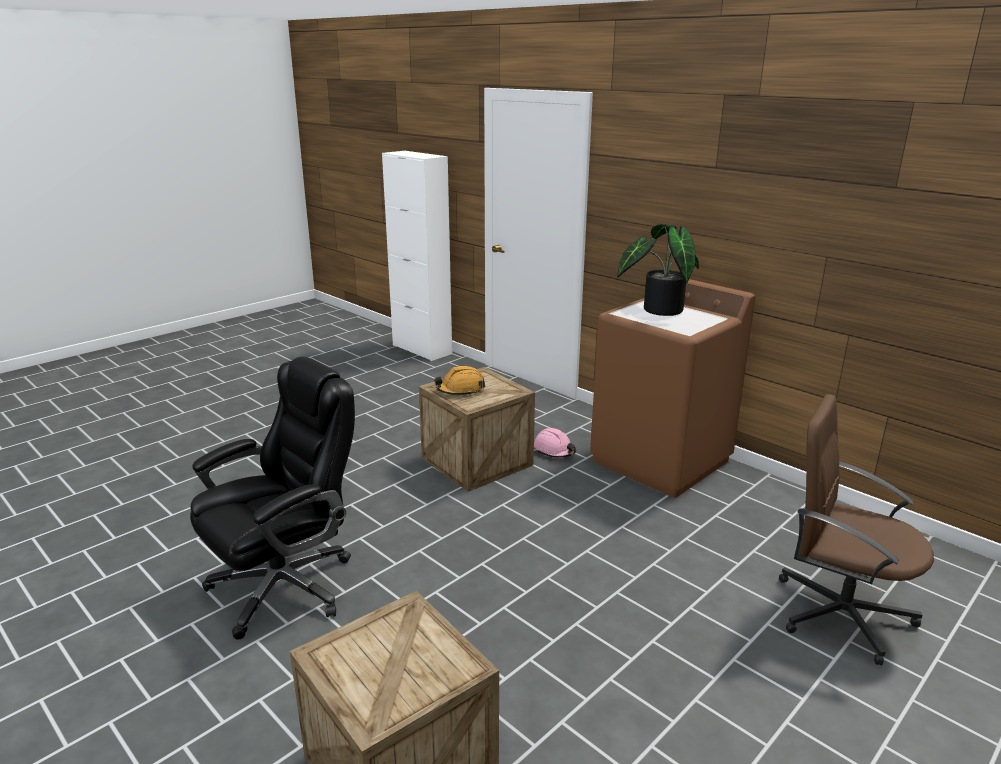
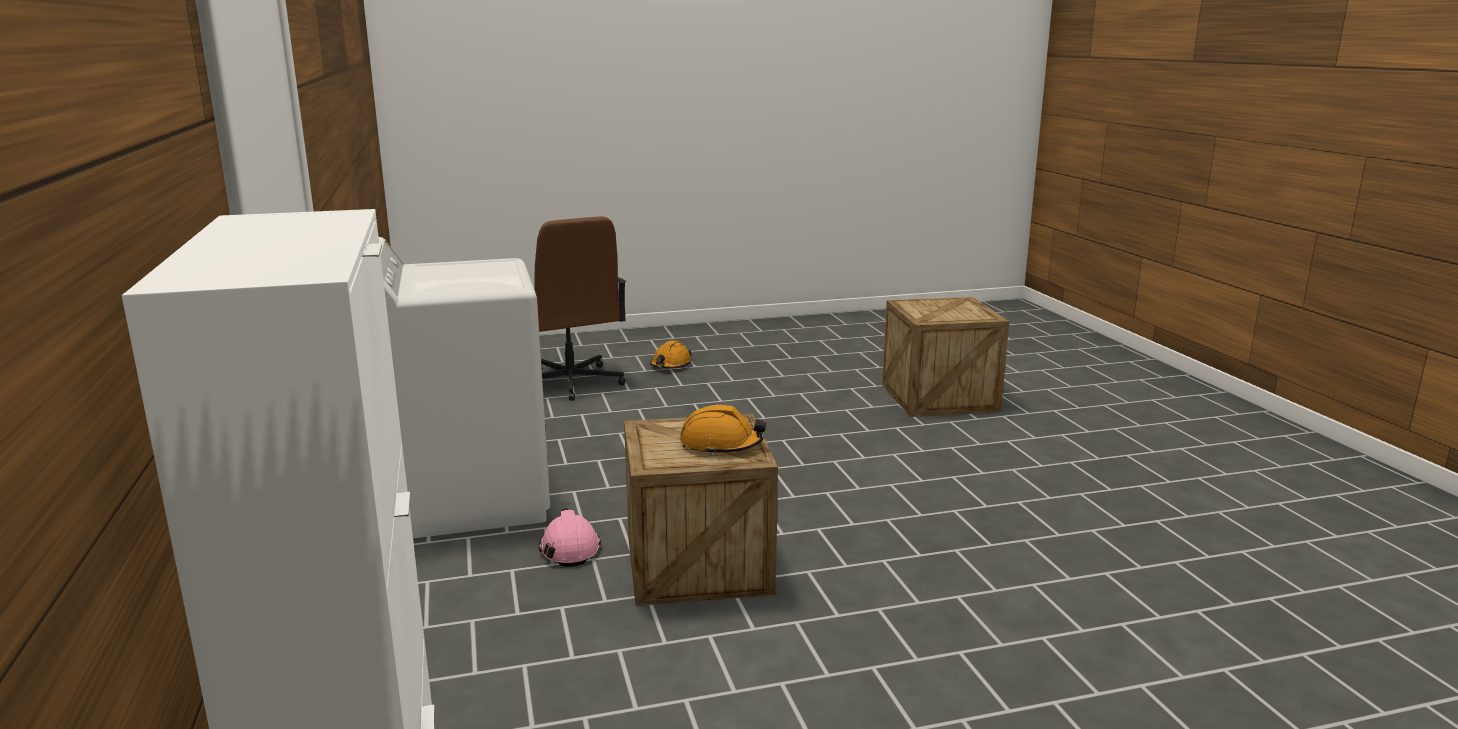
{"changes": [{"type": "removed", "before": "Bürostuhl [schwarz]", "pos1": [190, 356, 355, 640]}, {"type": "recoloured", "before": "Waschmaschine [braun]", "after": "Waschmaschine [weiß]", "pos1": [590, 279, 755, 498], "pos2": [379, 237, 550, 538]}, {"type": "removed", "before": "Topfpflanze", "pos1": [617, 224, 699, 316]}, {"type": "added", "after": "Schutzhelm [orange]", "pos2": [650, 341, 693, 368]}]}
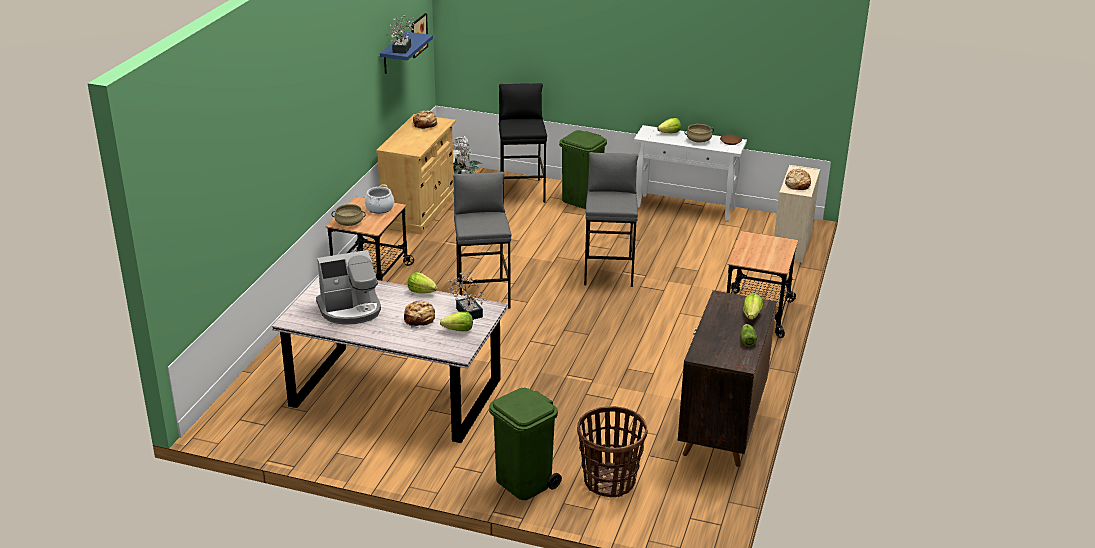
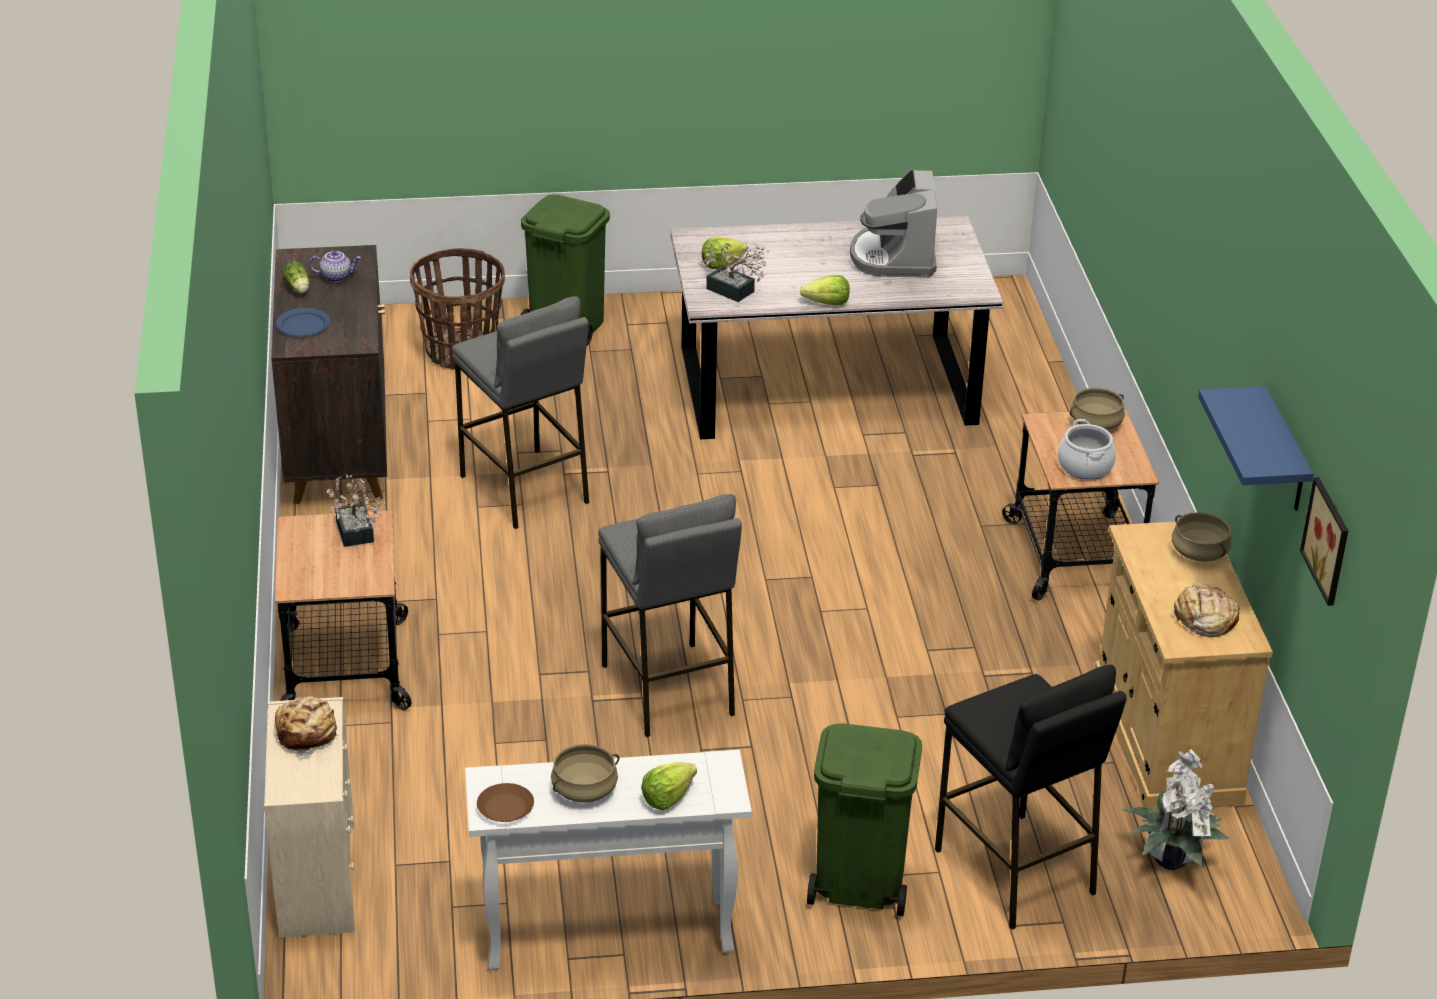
{"changes": [{"type": "turned", "before": "Kaffeemaschine", "pos1": [316, 250, 381, 325], "pos2": [850, 169, 937, 278], "turn": -45}, {"type": "moved", "before": "Topfpflanze", "pos1": [390, 15, 415, 54], "pos2": [326, 474, 385, 547]}, {"type": "removed", "before": "Brot", "pos1": [404, 301, 435, 329]}, {"type": "moved", "before": "Hocker [grau]", "pos1": [453, 172, 511, 309], "pos2": [452, 296, 589, 529]}, {"type": "replaced", "before": "Salatkopf", "after": "Teller [blau]", "pos1": [743, 294, 763, 320], "pos2": [276, 308, 330, 336]}, {"type": "added", "after": "Teekanne", "pos2": [309, 250, 361, 282]}, {"type": "added", "after": "Kochtopf [beige]", "pos2": [1172, 512, 1232, 562]}]}
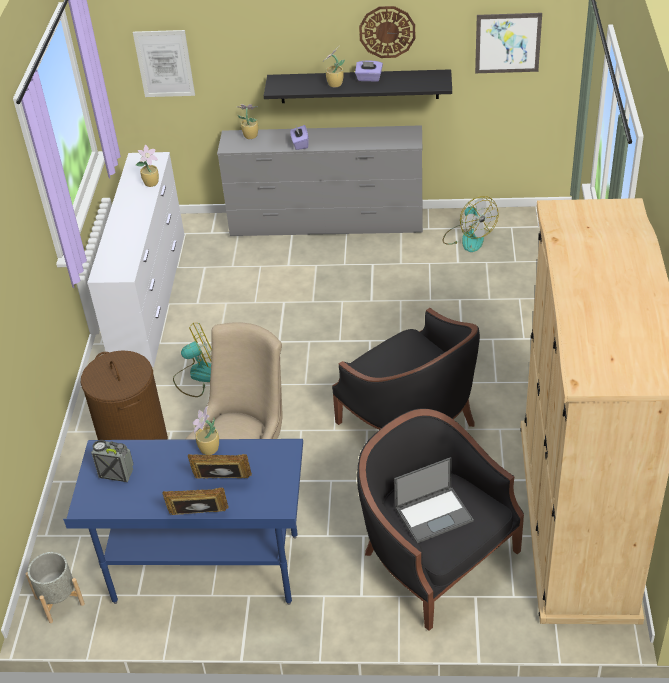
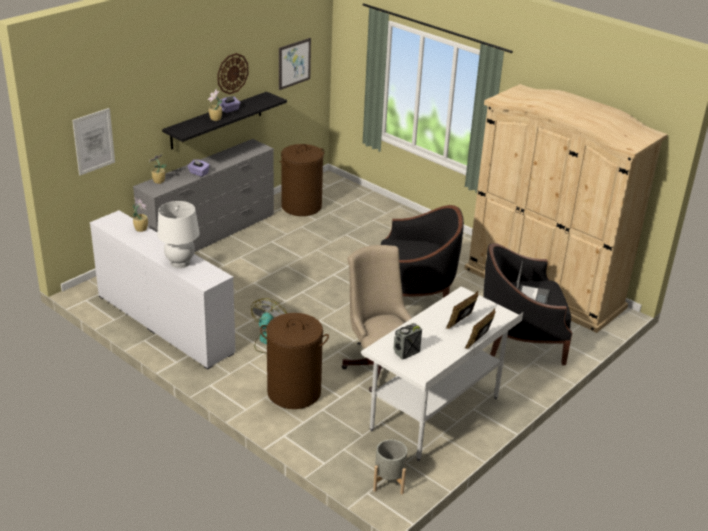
{"changes": [{"type": "recoloured", "before": "Schreibtisch [blau]", "after": "Schreibtisch [weiß]", "pos1": [63, 439, 303, 605], "pos2": [361, 287, 523, 461]}, {"type": "removed", "before": "Topfpflanze", "pos1": [192, 406, 219, 455]}, {"type": "replaced", "before": "Ventilator", "after": "Wäschekorb [braun]", "pos1": [443, 196, 499, 252], "pos2": [279, 144, 324, 216]}, {"type": "added", "after": "Tischlampe [weiß]", "pos2": [157, 201, 199, 268]}]}
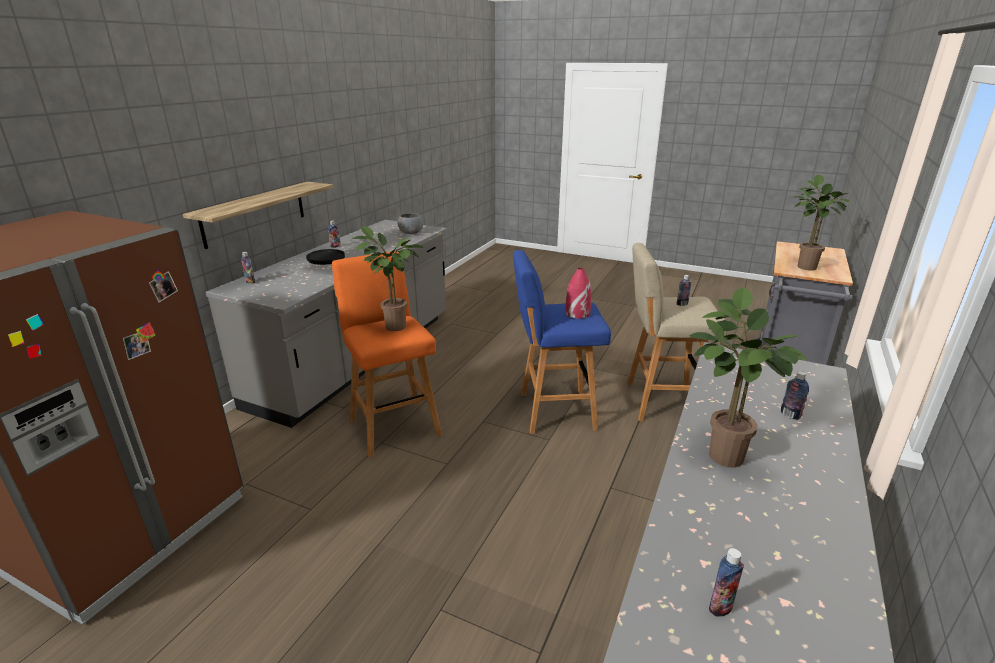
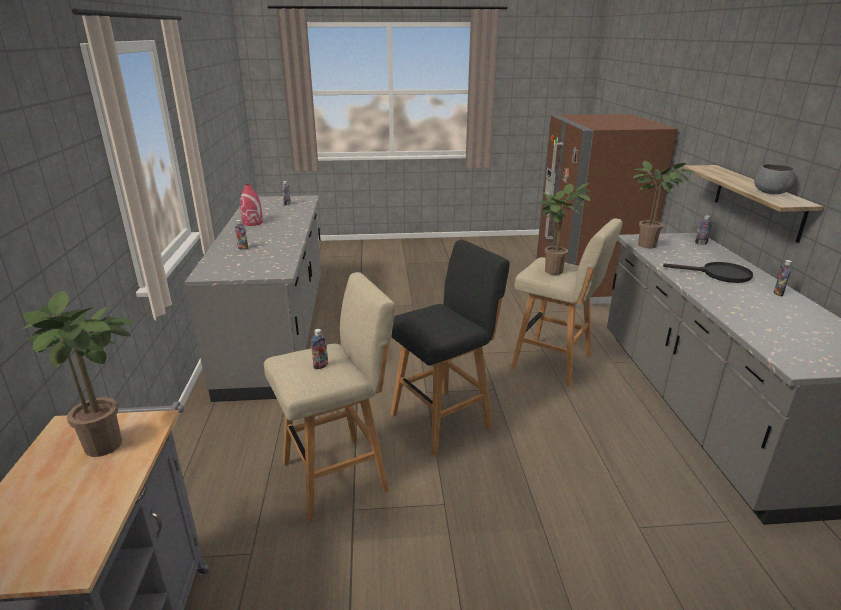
{"changes": [{"type": "recoloured", "before": "Hocker [orange]", "after": "Hocker [beige]", "pos1": [332, 251, 442, 457], "pos2": [511, 218, 622, 387]}, {"type": "moved", "before": "Schüssel [grau]", "pos1": [397, 213, 423, 234], "pos2": [754, 164, 796, 194]}, {"type": "recoloured", "before": "Hocker [blau]", "after": "Hocker [schwarz]", "pos1": [513, 250, 611, 434], "pos2": [390, 240, 510, 457]}, {"type": "moved", "before": "Vase [rot]", "pos1": [565, 268, 592, 319], "pos2": [240, 184, 263, 226]}, {"type": "moved", "before": "Topfpflanze", "pos1": [689, 287, 807, 468], "pos2": [633, 161, 694, 248]}]}
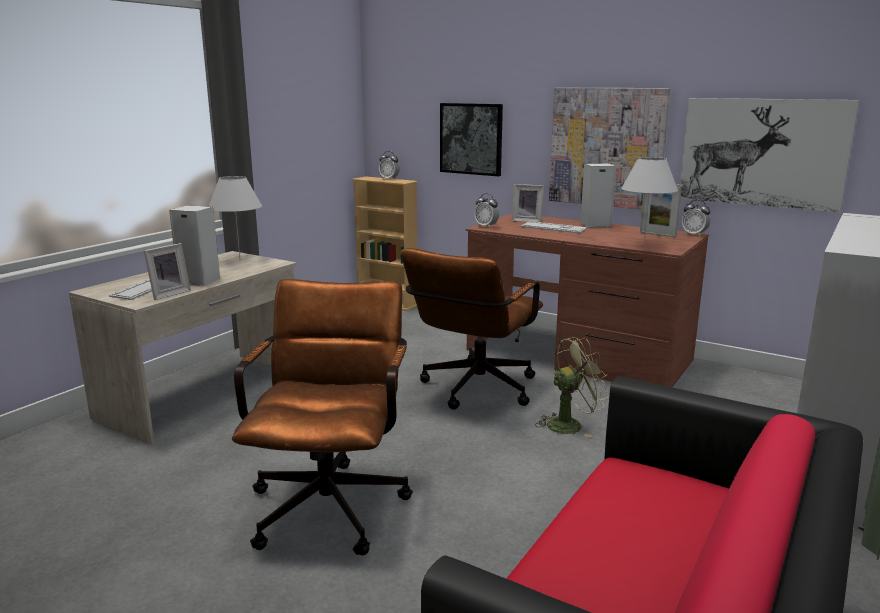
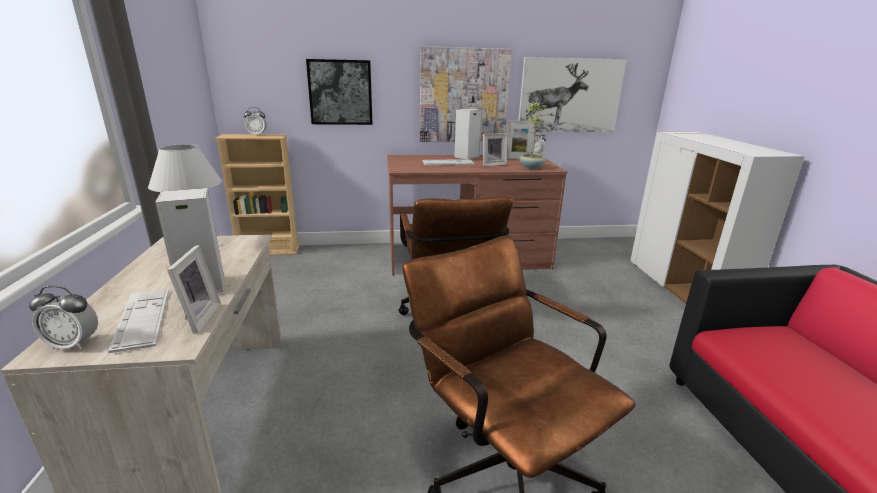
{"changes": [{"type": "moved", "before": "Wecker", "pos1": [474, 193, 499, 228], "pos2": [29, 286, 98, 350]}, {"type": "moved", "before": "Bilderrahmen", "pos1": [512, 184, 544, 222], "pos2": [483, 133, 507, 166]}, {"type": "removed", "before": "Ventilator [grün]", "pos1": [535, 337, 610, 438]}, {"type": "replaced", "before": "Tischlampe [weiß]", "after": "Topfpflanze", "pos1": [621, 157, 678, 245], "pos2": [520, 102, 556, 169]}]}
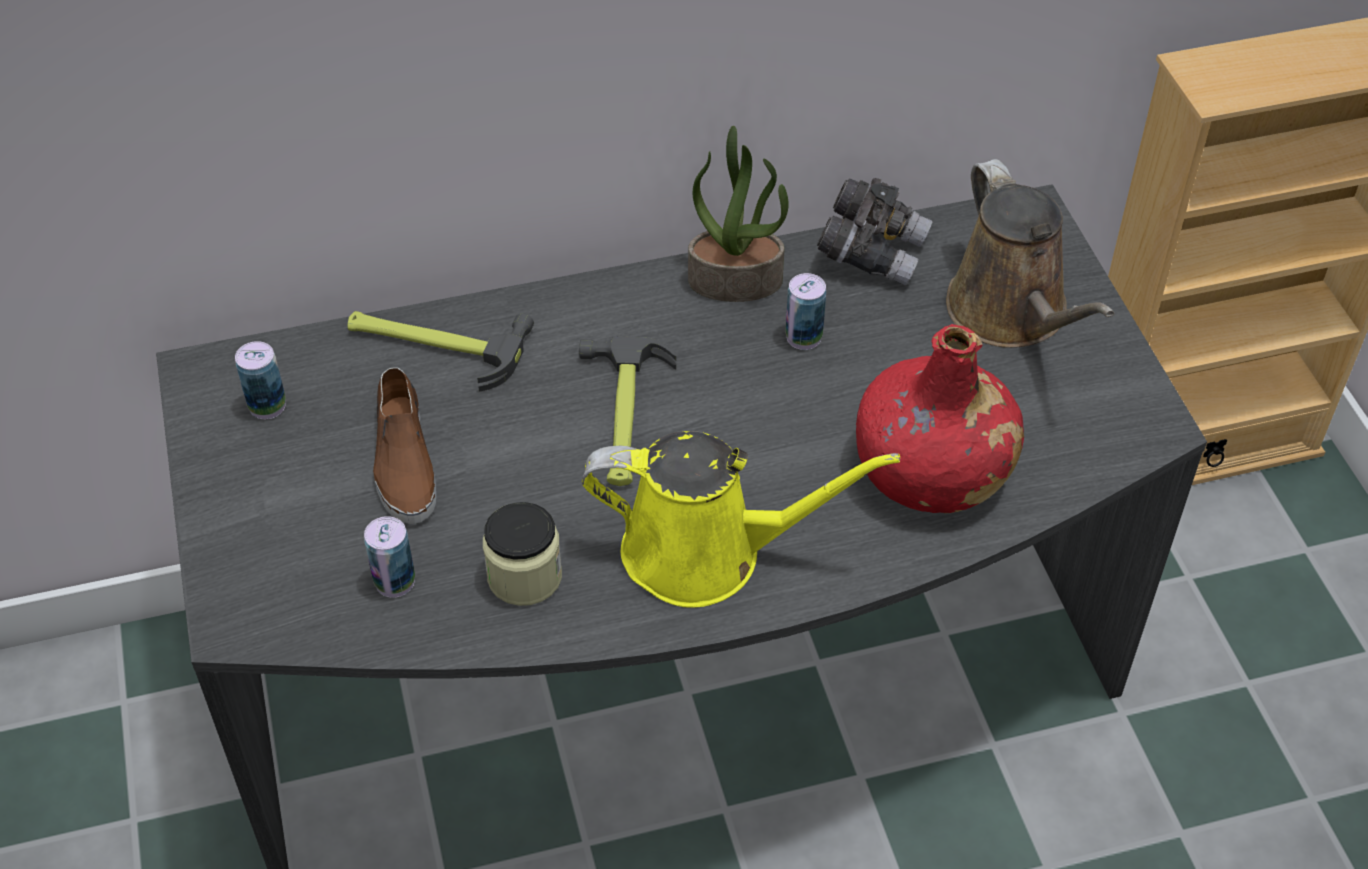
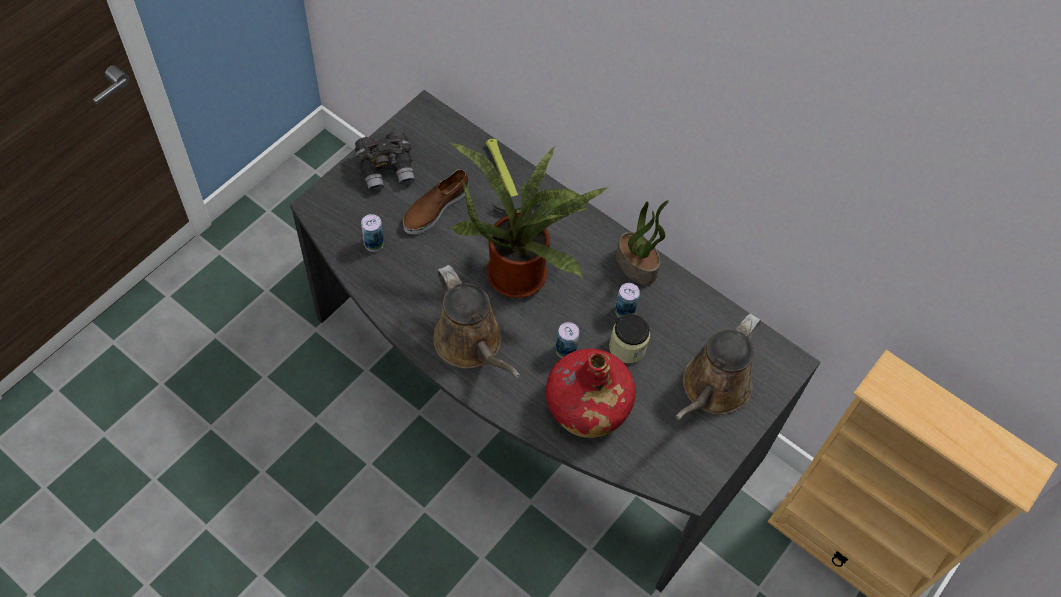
{"changes": [{"type": "moved", "before": "Dose", "pos1": [235, 341, 286, 419], "pos2": [556, 322, 579, 358]}, {"type": "moved", "before": "Vorratsglas", "pos1": [483, 502, 562, 606], "pos2": [609, 314, 650, 363]}, {"type": "replaced", "before": "Hammer", "after": "Topfpflanze", "pos1": [579, 337, 676, 486], "pos2": [450, 143, 607, 298]}, {"type": "recoloured", "before": "Gießkanne [gelb]", "after": "Gießkanne [braun]", "pos1": [582, 431, 900, 608], "pos2": [433, 265, 520, 379]}, {"type": "moved", "before": "Fernglas [grau]", "pos1": [817, 178, 933, 286], "pos2": [355, 131, 415, 191]}]}
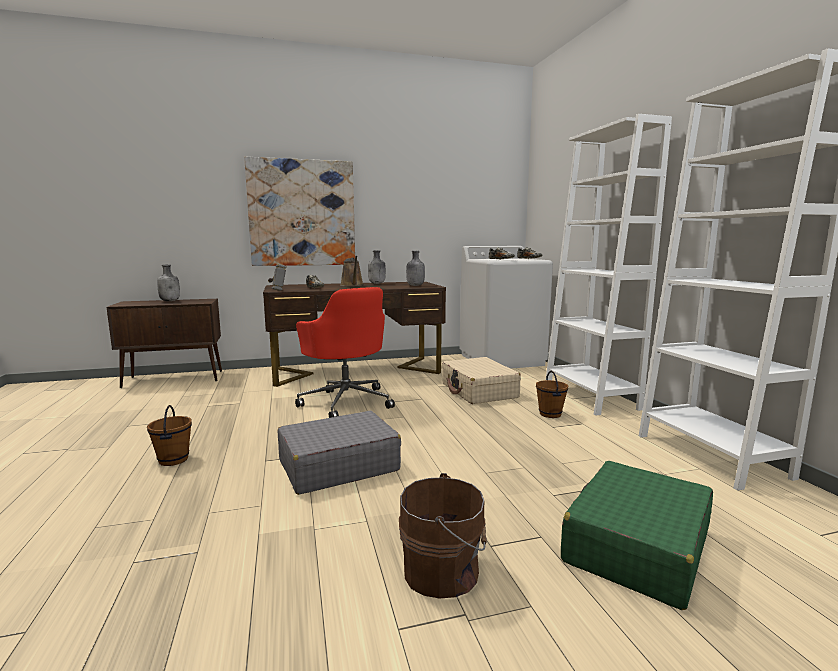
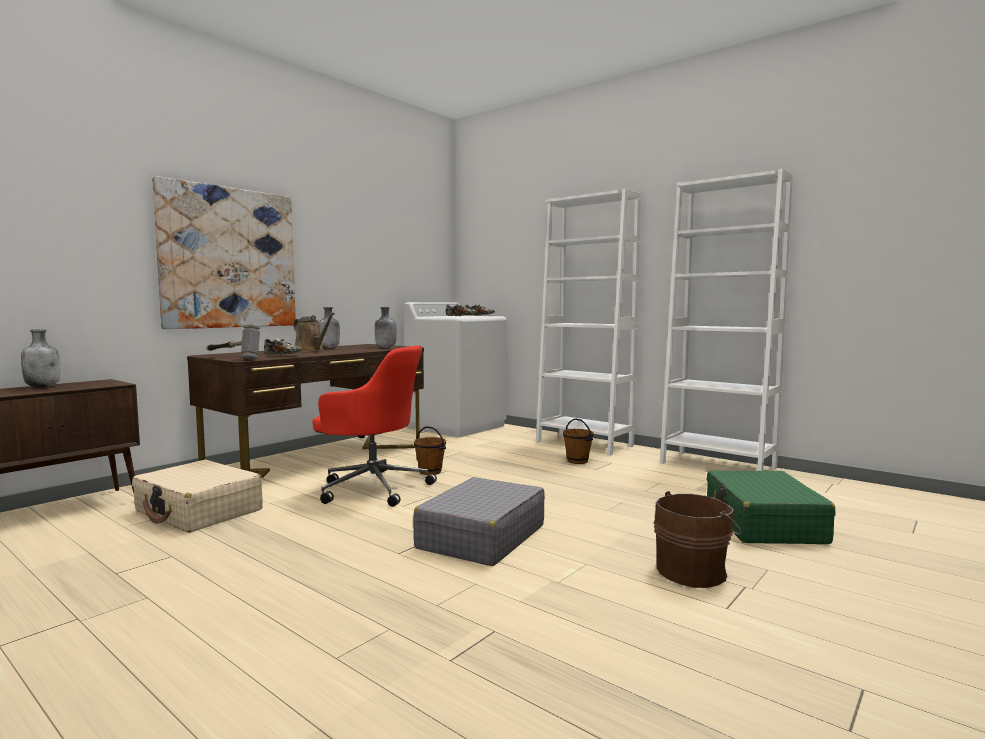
{"changes": [{"type": "moved", "before": "Eimer [braun]", "pos1": [147, 405, 192, 466], "pos2": [414, 426, 446, 475]}, {"type": "moved", "before": "Koffer [beige]", "pos1": [442, 357, 521, 404], "pos2": [132, 460, 263, 533]}]}
